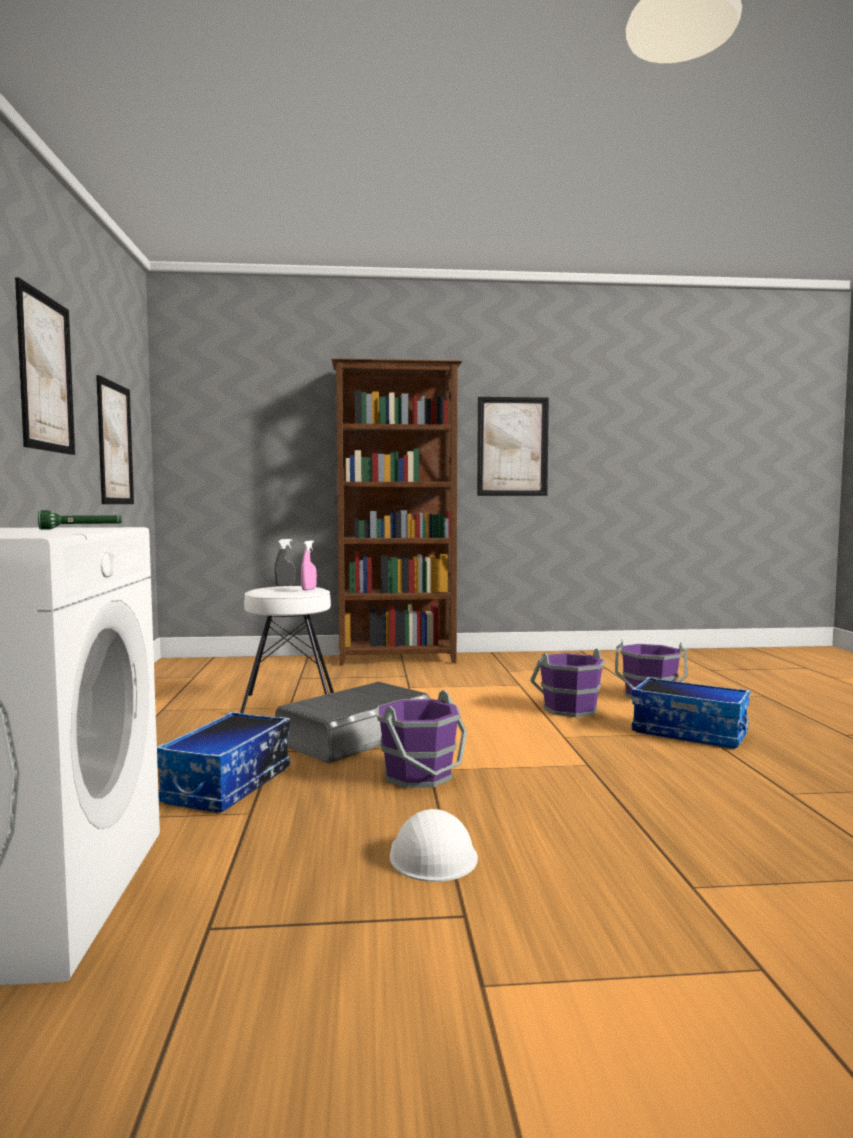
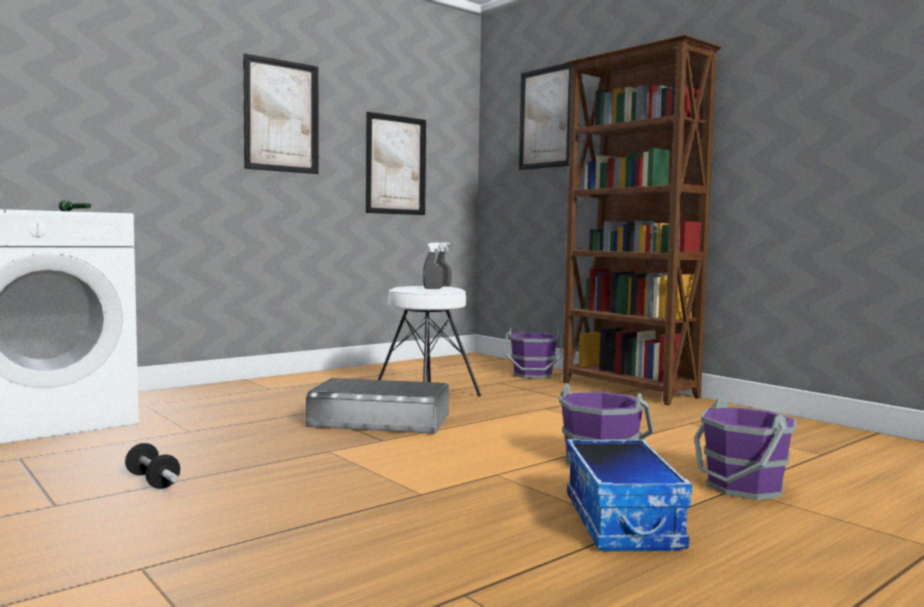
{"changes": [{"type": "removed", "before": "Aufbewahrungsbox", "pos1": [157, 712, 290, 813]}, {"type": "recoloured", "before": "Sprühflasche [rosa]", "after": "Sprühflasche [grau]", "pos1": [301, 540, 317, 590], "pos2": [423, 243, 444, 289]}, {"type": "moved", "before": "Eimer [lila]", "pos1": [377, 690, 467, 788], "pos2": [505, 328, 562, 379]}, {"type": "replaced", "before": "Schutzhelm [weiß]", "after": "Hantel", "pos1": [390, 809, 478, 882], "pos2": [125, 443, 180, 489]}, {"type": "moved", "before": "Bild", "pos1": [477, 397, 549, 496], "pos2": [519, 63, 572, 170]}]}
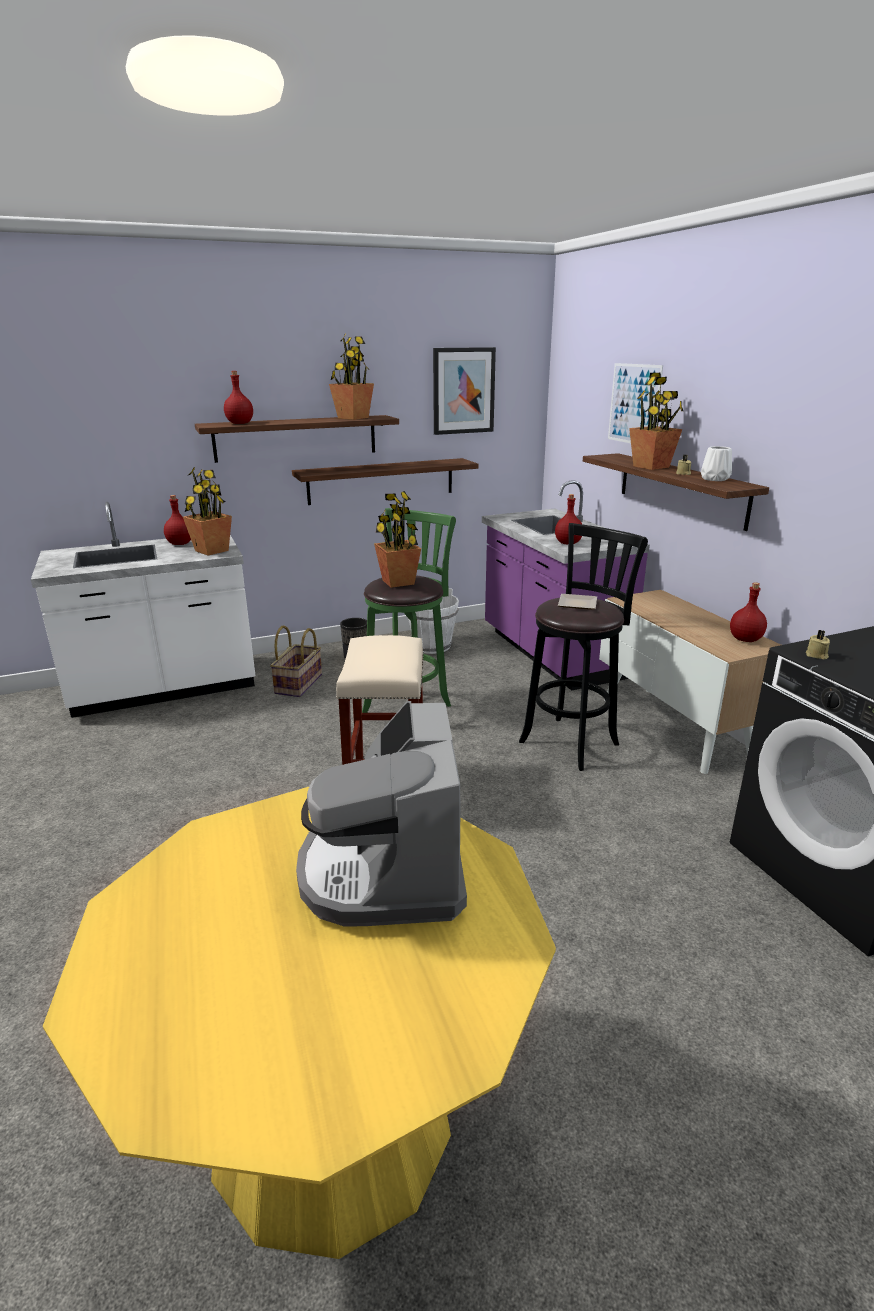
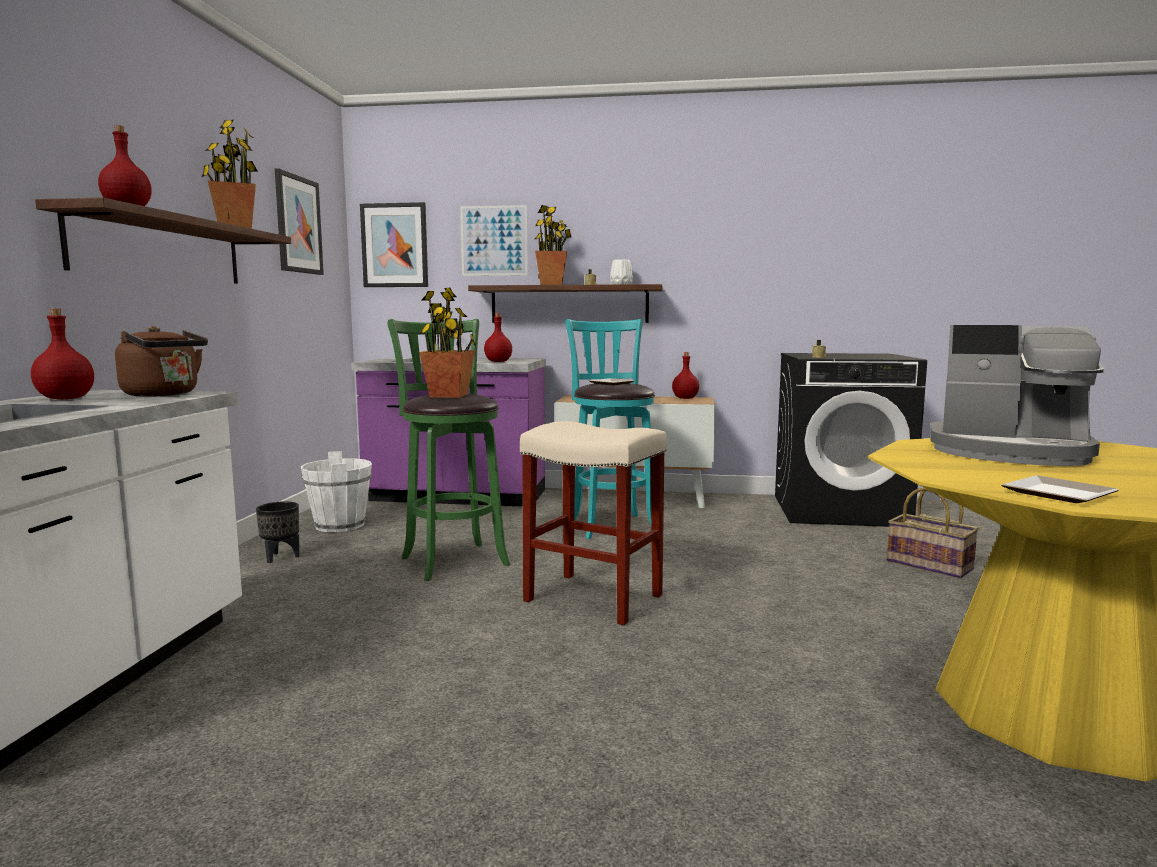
{"changes": [{"type": "replaced", "before": "Topfpflanze", "after": "Wasserkessel [braun]", "pos1": [183, 467, 232, 556], "pos2": [115, 326, 208, 397]}, {"type": "moved", "before": "Korb", "pos1": [270, 626, 322, 697], "pos2": [887, 487, 979, 578]}, {"type": "removed", "before": "Wandregal", "pos1": [292, 458, 478, 505]}, {"type": "recoloured", "before": "Hocker [schwarz]", "after": "Hocker [türkis]", "pos1": [519, 523, 648, 771], "pos2": [565, 319, 655, 539]}, {"type": "added", "after": "Bild", "pos2": [360, 202, 428, 287]}, {"type": "added", "after": "Teller", "pos2": [1002, 475, 1119, 503]}]}
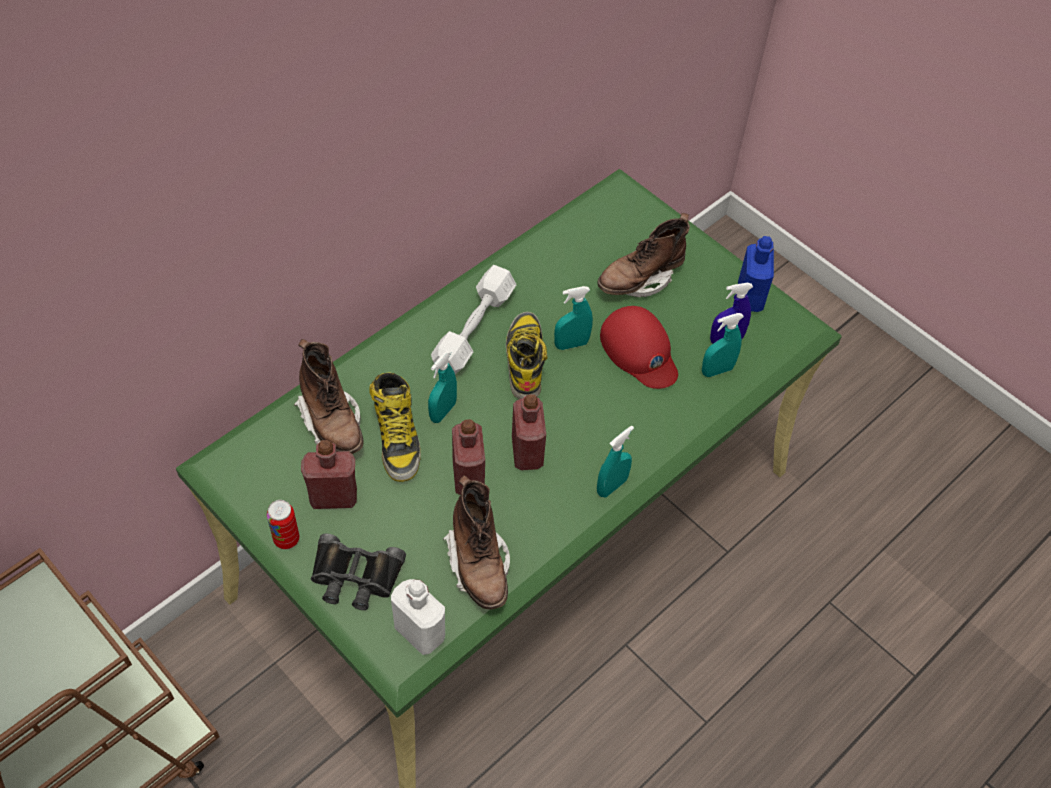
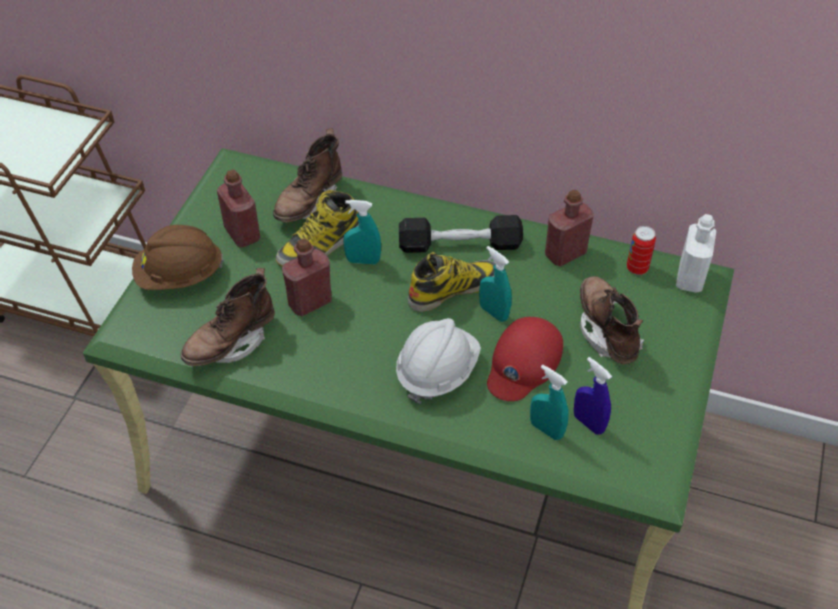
{"changes": [{"type": "moved", "before": "Dose", "pos1": [267, 500, 300, 549], "pos2": [627, 226, 656, 275]}, {"type": "replaced", "before": "Fernglas [schwarz]", "after": "Schutzhelm [braun]", "pos1": [311, 533, 406, 610], "pos2": [132, 225, 224, 290]}, {"type": "moved", "before": "Flasche [weiß]", "pos1": [391, 579, 445, 655], "pos2": [676, 214, 716, 293]}, {"type": "recoloured", "before": "Hantel [weiß]", "after": "Hantel [schwarz]", "pos1": [431, 265, 516, 374], "pos2": [399, 215, 523, 253]}, {"type": "moved", "before": "Flasche [rot]", "pos1": [512, 394, 546, 470], "pos2": [545, 190, 594, 267]}, {"type": "turned", "before": "Stiefel [braun]", "pos1": [597, 213, 690, 297], "pos2": [580, 276, 644, 364], "turn": 45}, {"type": "removed", "before": "Sprühflasche [türkis]", "pos1": [597, 426, 634, 498]}, {"type": "removed", "before": "Flasche [blau]", "pos1": [738, 236, 774, 312]}, {"type": "added", "after": "Schutzhelm [weiß]", "pos2": [396, 318, 481, 404]}]}
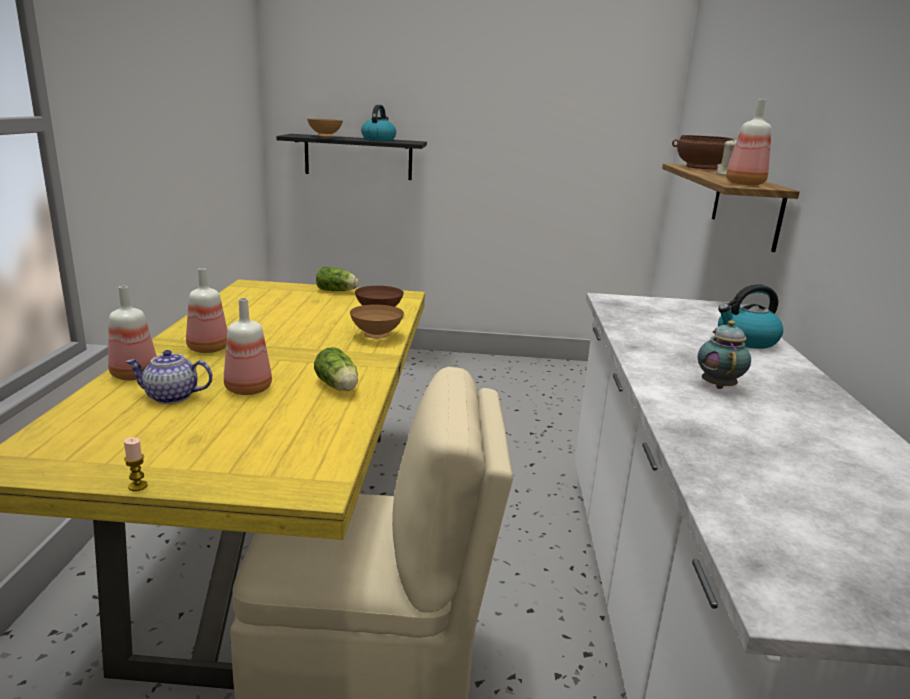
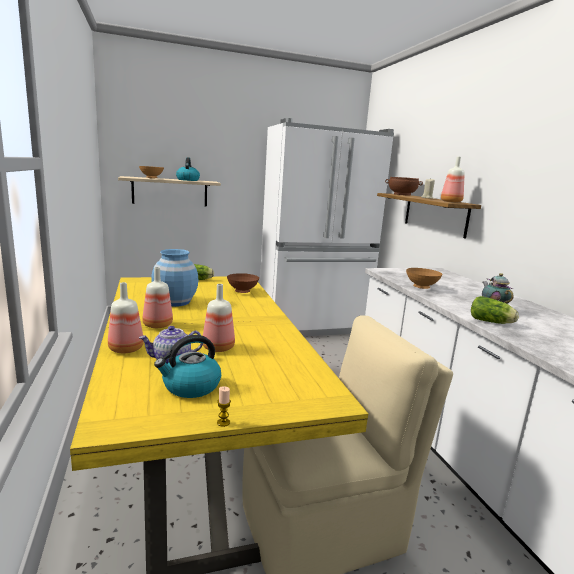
{"changes": [{"type": "recoloured", "before": "Wandregal [schwarz]", "after": "Wandregal [beige]", "pos1": [276, 134, 427, 180], "pos2": [118, 176, 221, 206]}, {"type": "moved", "before": "Salatkopf", "pos1": [314, 347, 358, 391], "pos2": [471, 296, 519, 324]}, {"type": "moved", "before": "Schüssel [braun]", "pos1": [350, 305, 404, 339], "pos2": [406, 268, 442, 289]}, {"type": "moved", "before": "Wasserkessel", "pos1": [718, 284, 783, 349], "pos2": [154, 335, 221, 398]}, {"type": "added", "after": "Vase [blau]", "pos2": [151, 249, 198, 307]}, {"type": "added", "after": "Kühlschrank [weiß]", "pos2": [260, 118, 394, 336]}]}
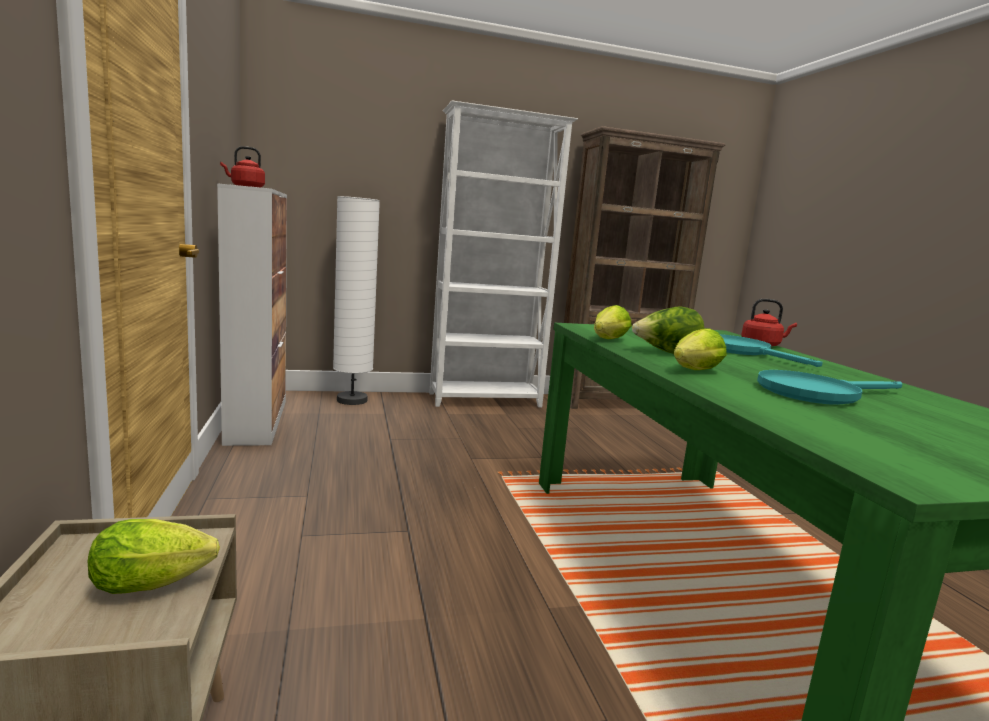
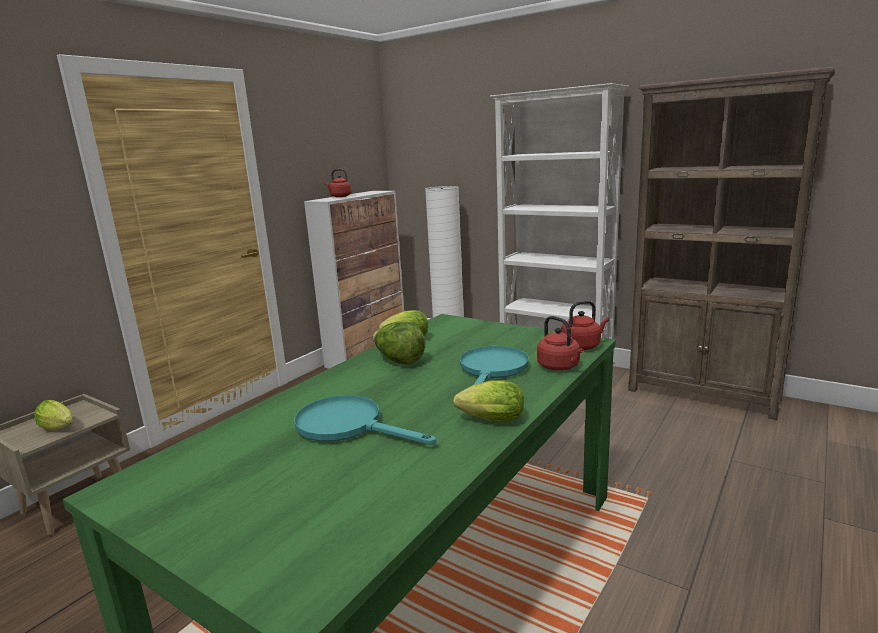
{"changes": [{"type": "moved", "before": "Salatkopf", "pos1": [674, 328, 727, 370], "pos2": [453, 380, 524, 422]}, {"type": "added", "after": "Wasserkessel [rot]", "pos2": [561, 300, 609, 350]}]}
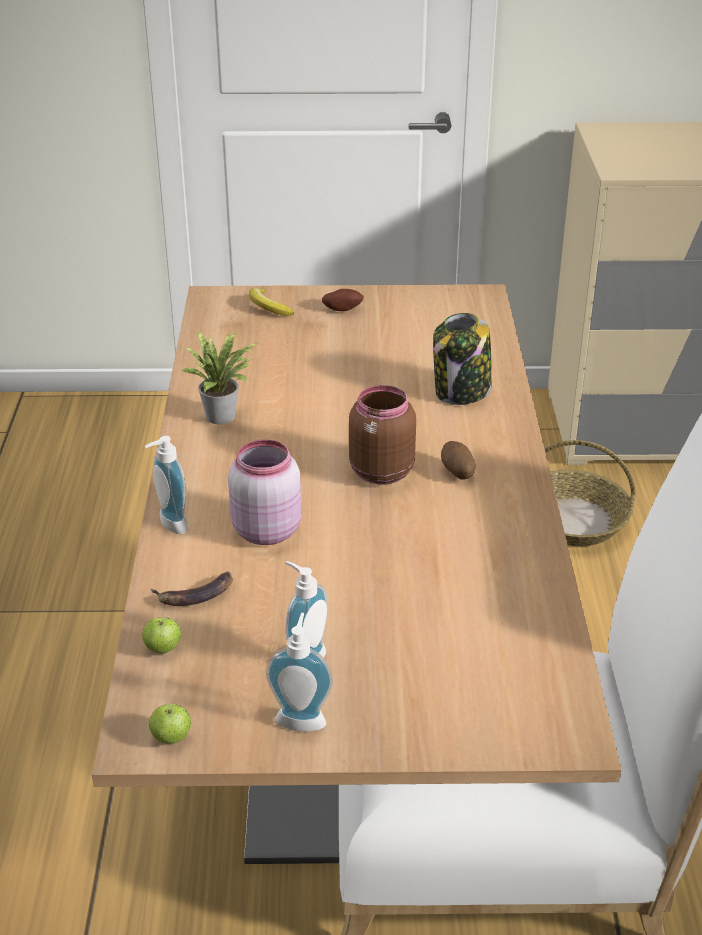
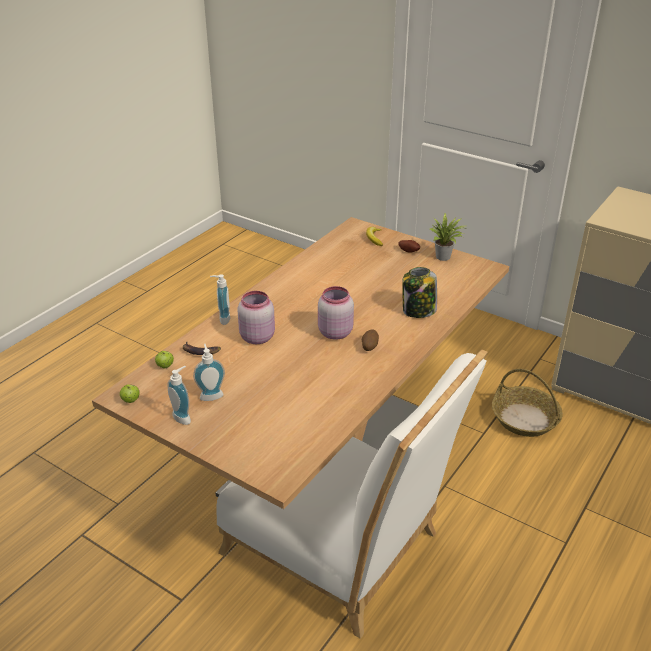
{"changes": [{"type": "moved", "before": "Topfpflanze", "pos1": [181, 330, 258, 424], "pos2": [430, 213, 464, 261]}, {"type": "recoloured", "before": "Vorratsglas [braun]", "after": "Vorratsglas [rosa]", "pos1": [349, 385, 416, 485], "pos2": [318, 286, 354, 340]}]}
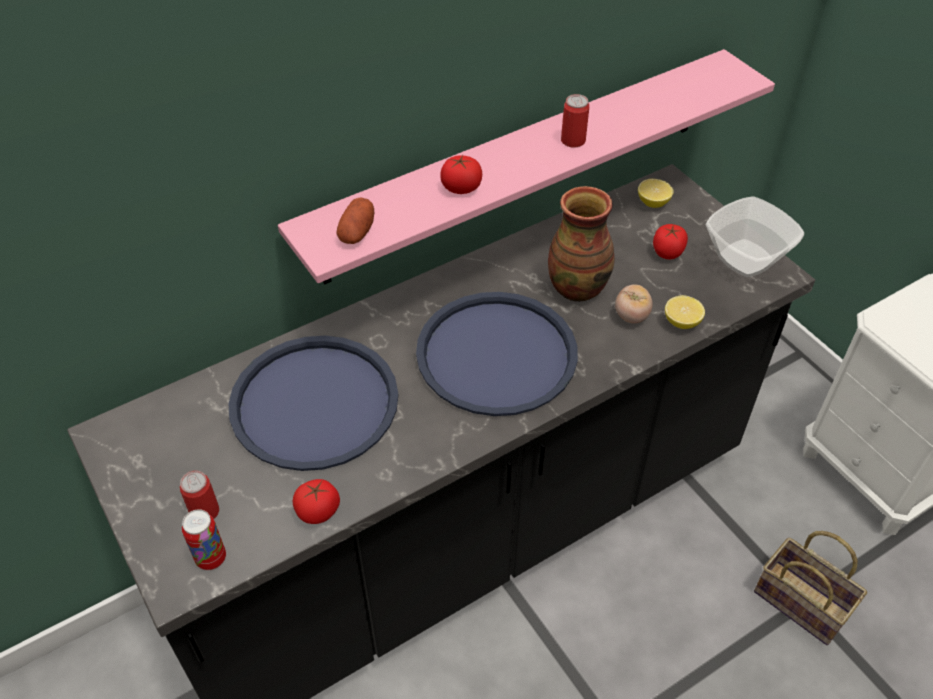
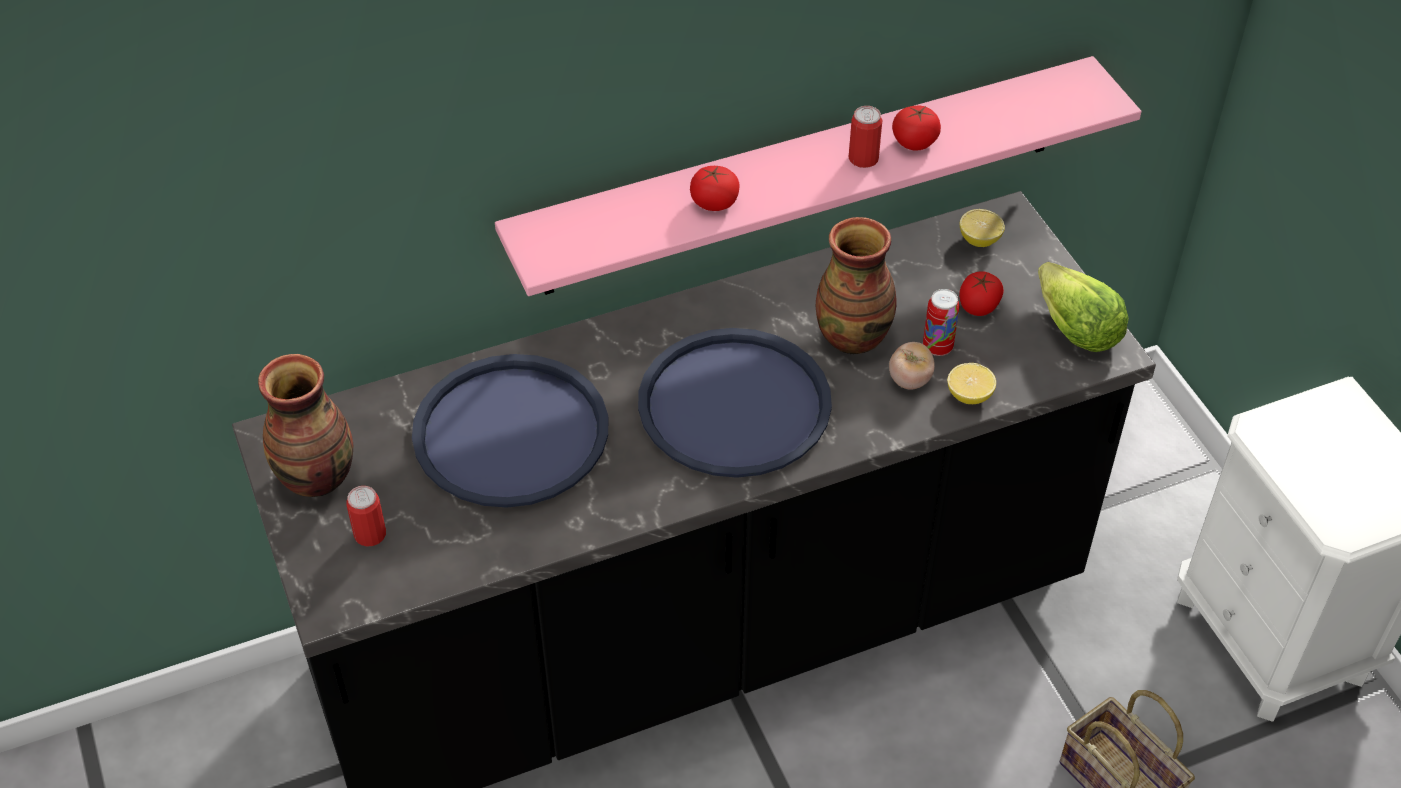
{"changes": [{"type": "moved", "before": "Dose", "pos1": [182, 509, 226, 570], "pos2": [923, 289, 960, 356]}, {"type": "moved", "before": "Tomate", "pos1": [293, 479, 340, 524], "pos2": [892, 106, 941, 151]}, {"type": "removed", "before": "Kartoffel", "pos1": [336, 197, 374, 244]}, {"type": "replaced", "before": "Schüssel", "after": "Salatkopf", "pos1": [706, 196, 804, 277], "pos2": [1038, 262, 1129, 352]}, {"type": "added", "after": "Vase", "pos2": [258, 354, 353, 497]}]}
